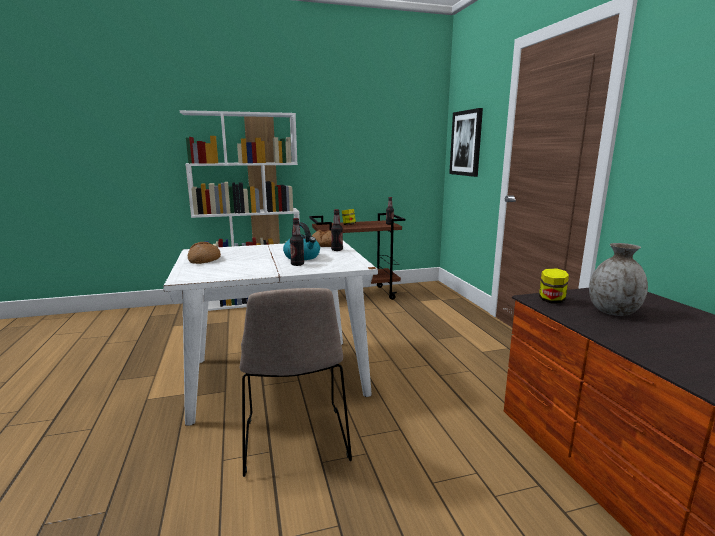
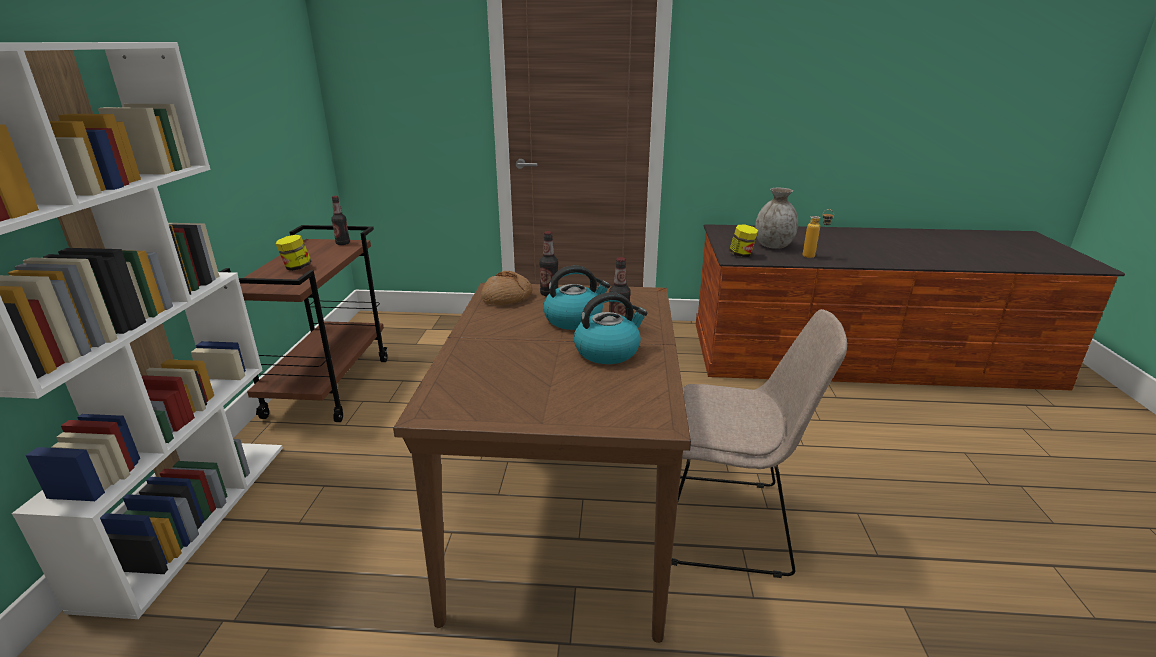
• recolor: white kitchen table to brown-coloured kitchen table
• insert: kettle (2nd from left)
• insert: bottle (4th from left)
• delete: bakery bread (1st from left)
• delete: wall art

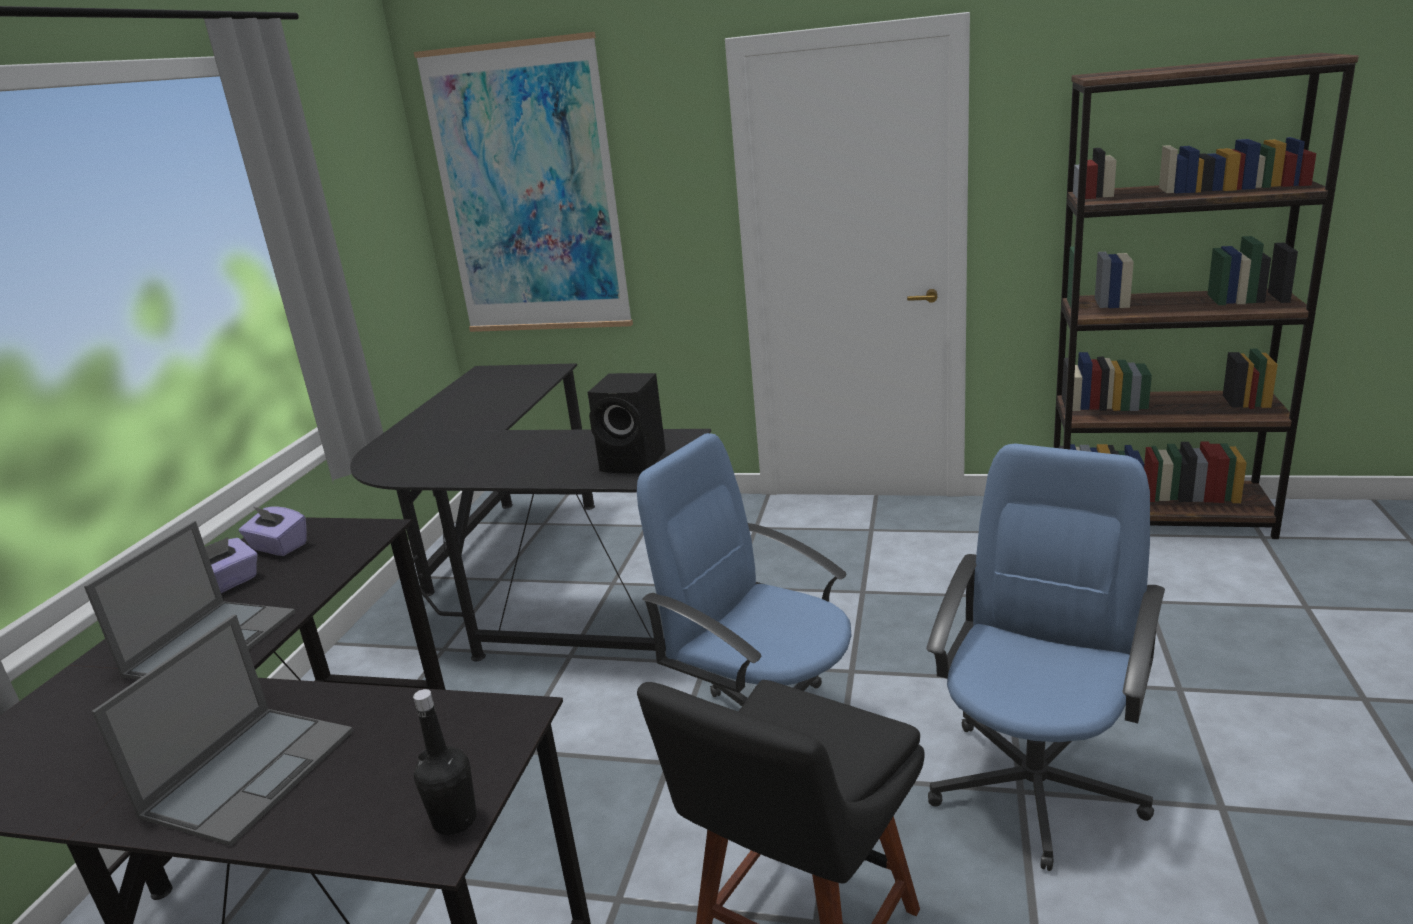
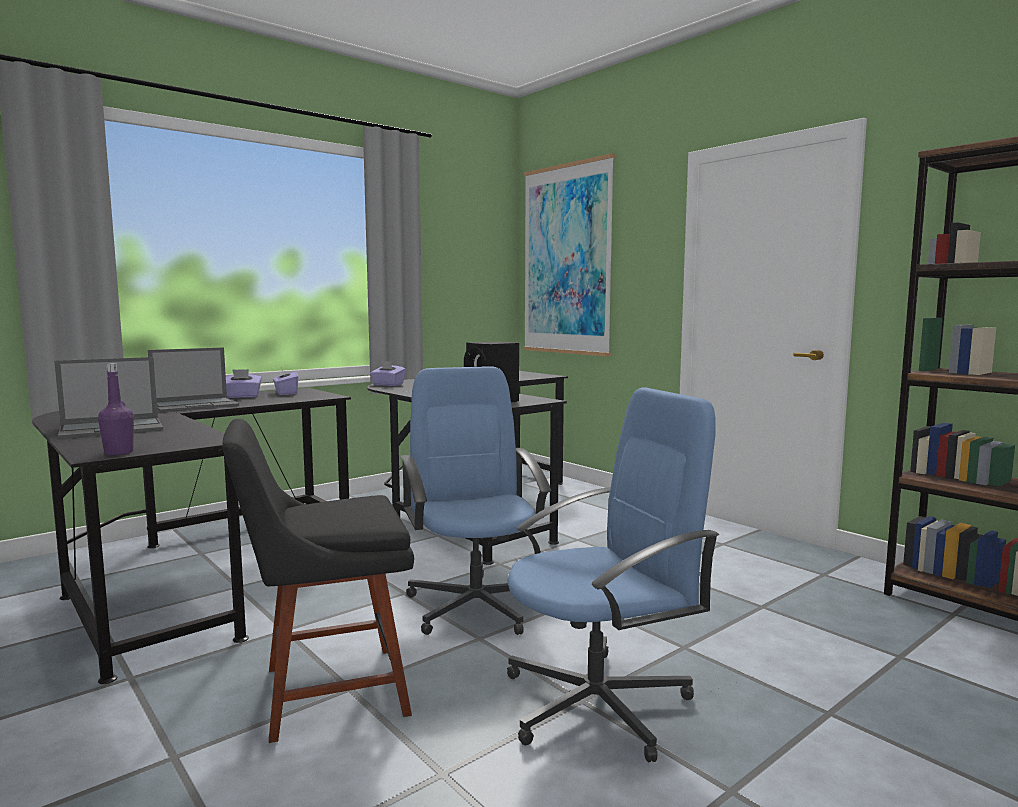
• recolor: black-coloured bottle to purplish bottle
• insert: purplish tissue box (3rd from left)

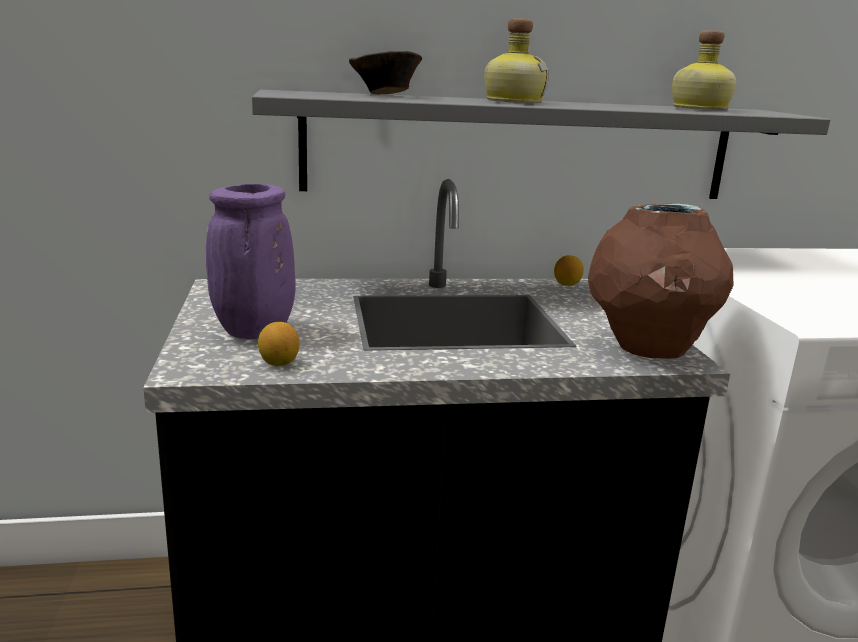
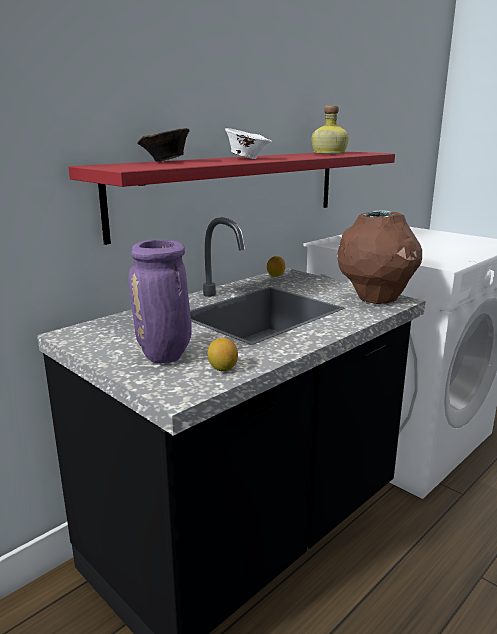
• recolor: greyish shelf to reddish shelf
• replace: bottle (1st from left) to white deep dish

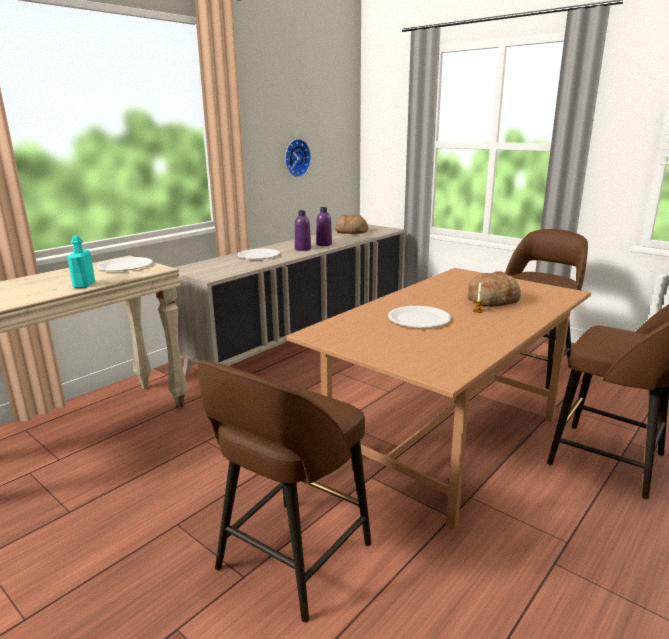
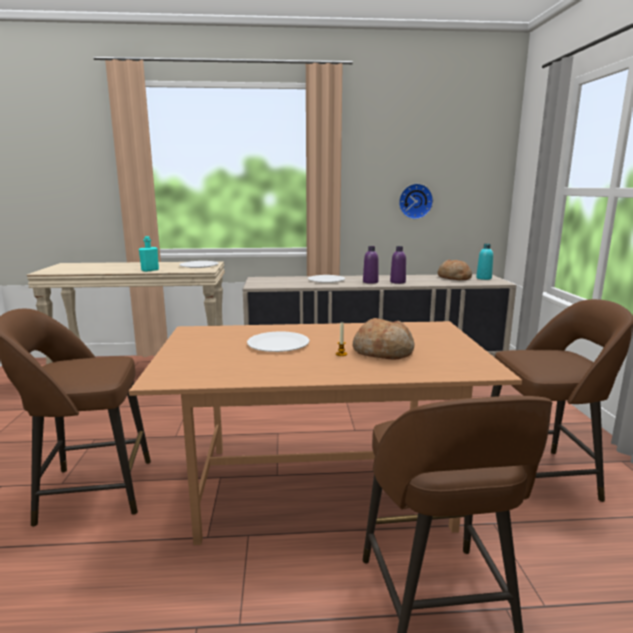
• insert: turquoise bottle (2nd from left)

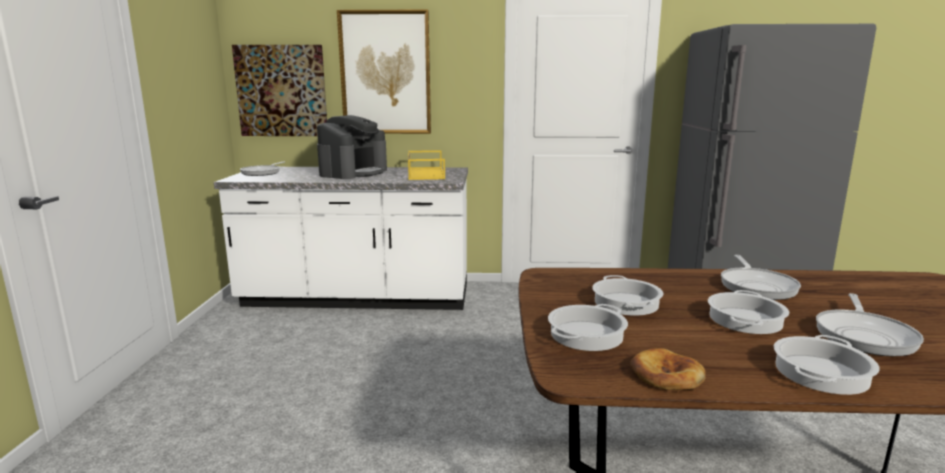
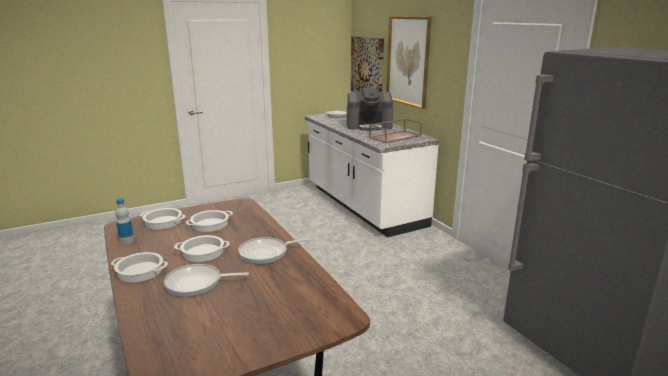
• replace: bakery bread to bottle
• recolor: yellowish tray to brown-coloured tray

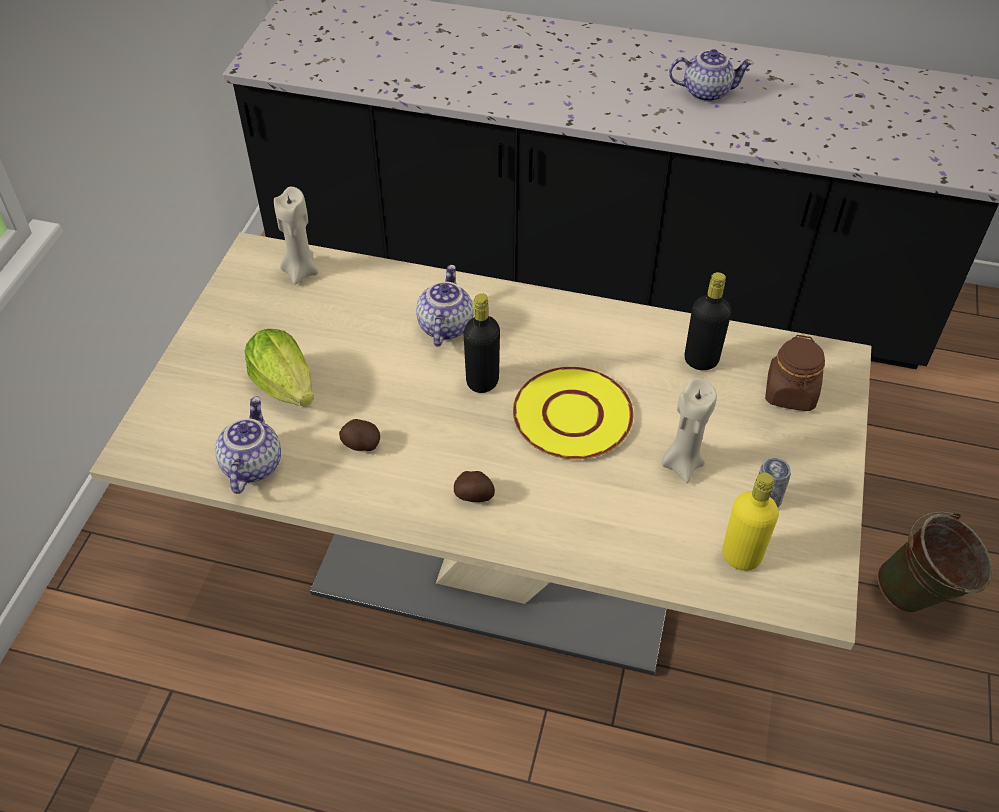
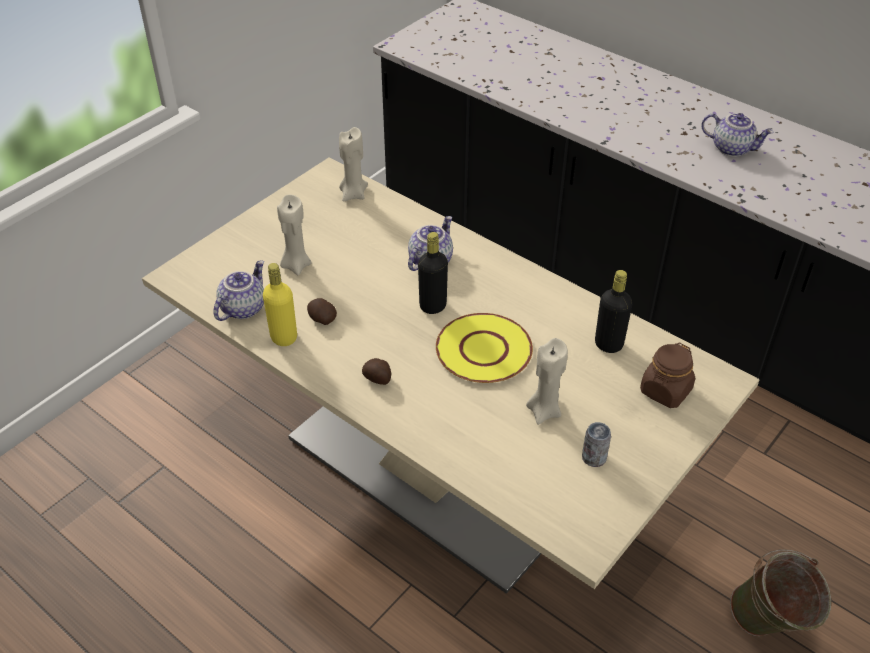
• move: yellowish bottle
• replace: lettuce to beige wax candle (1st from left)

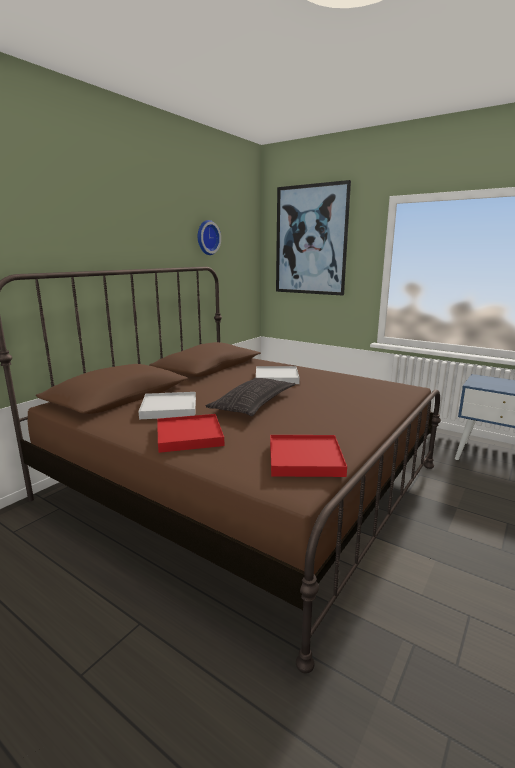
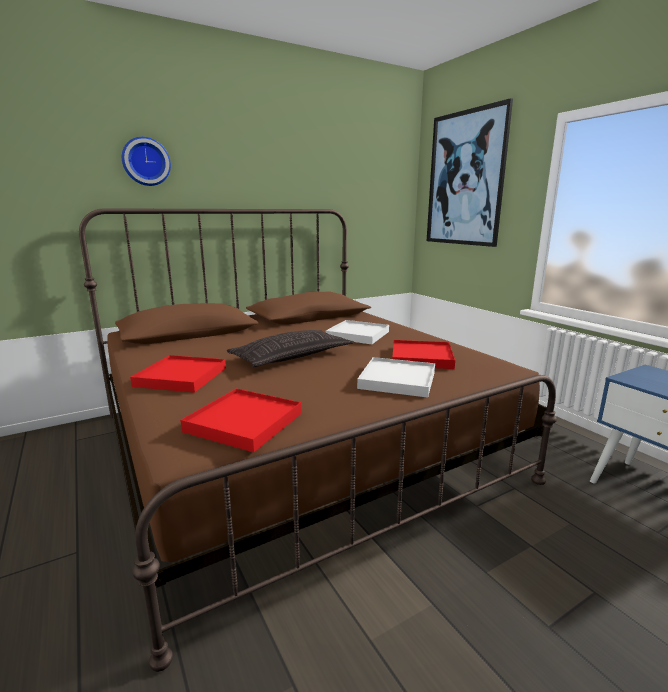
• move: clock on the wall
• move: white tray (1st from left in the first image) to white tray (2nd from left)
• insert: reddish tray (3rd from left)

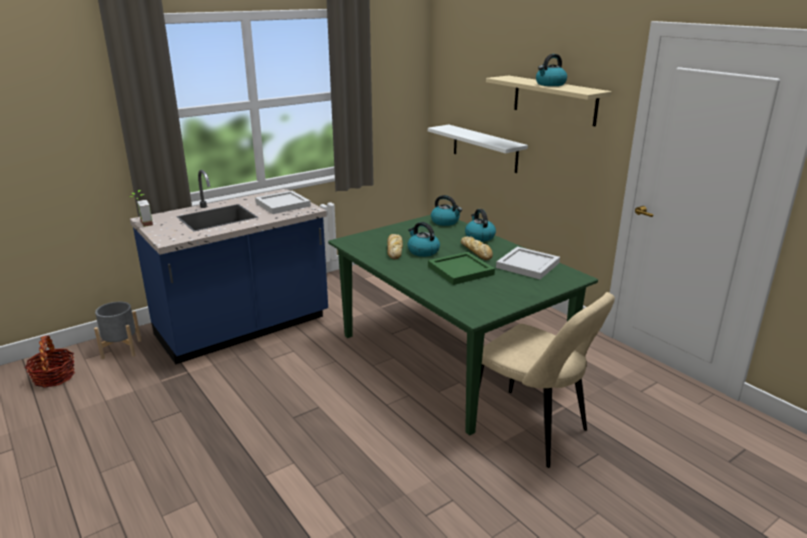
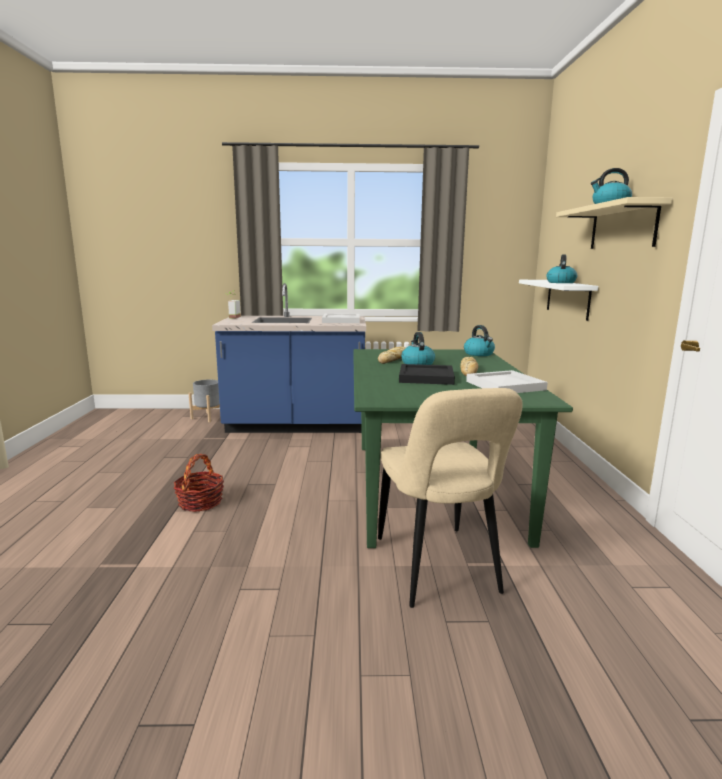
• move: basket
• recolor: greenish tray to black-coloured tray
• move: kettle (3rd from left)

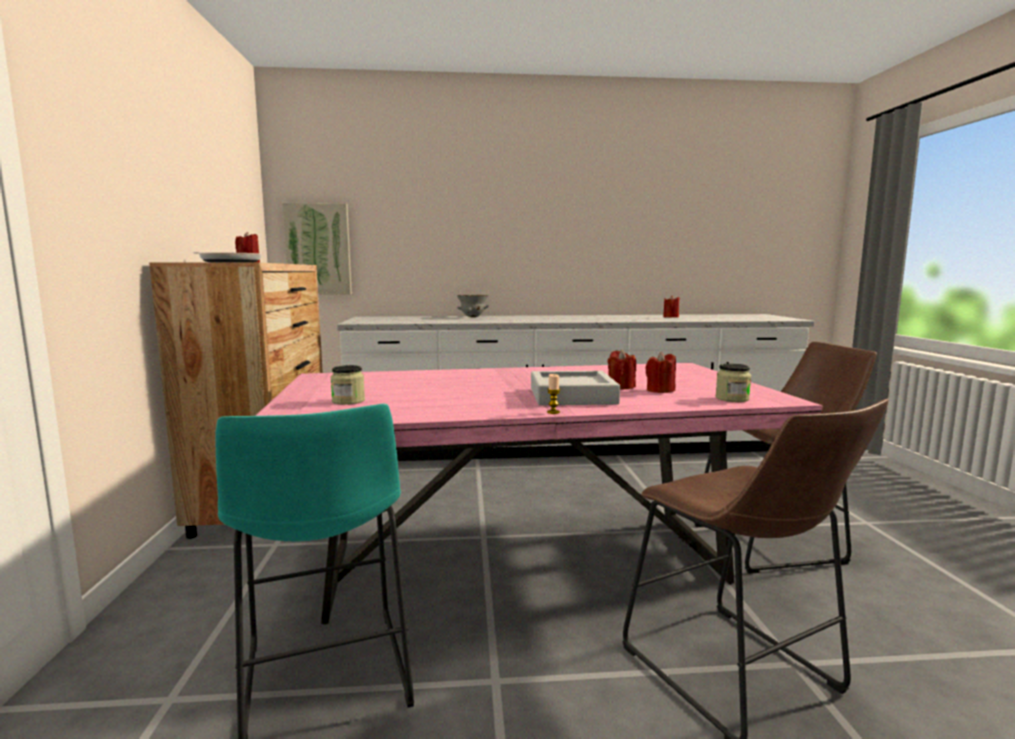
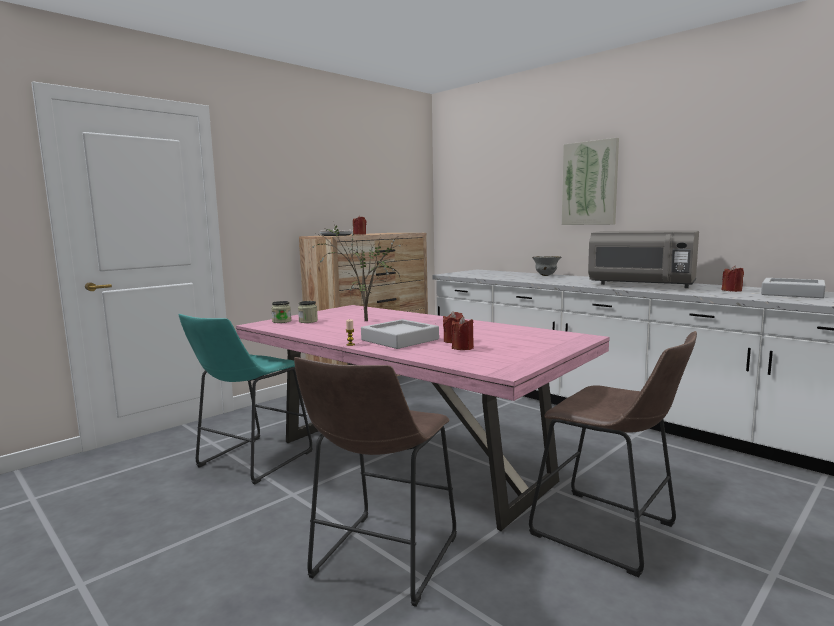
• move: storage jar (2nd from left in the first image) to storage jar (1st from left)
• insert: houseplant
• move: wall art
• insert: greyish microwave oven
• insert: greyish tray (2nd from left)

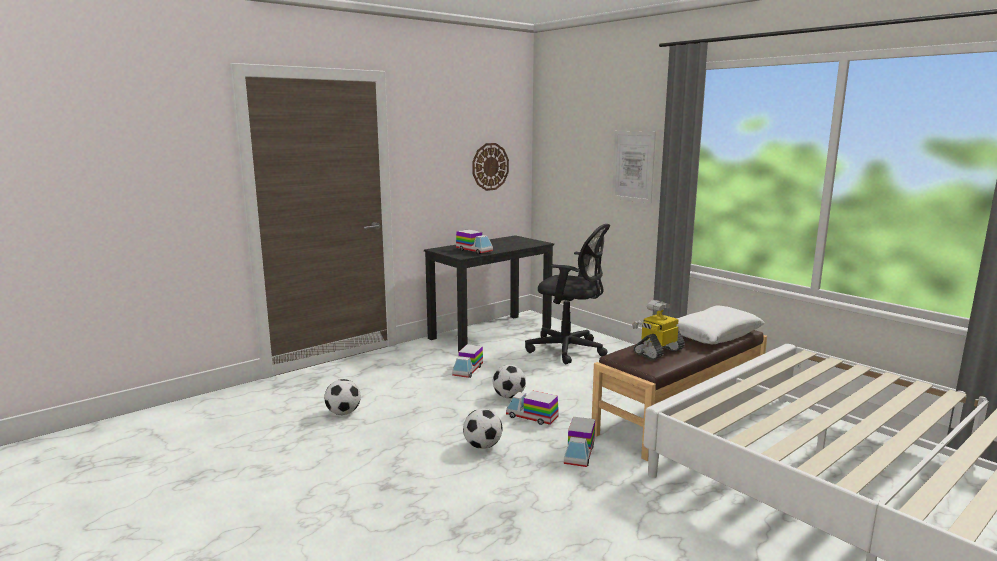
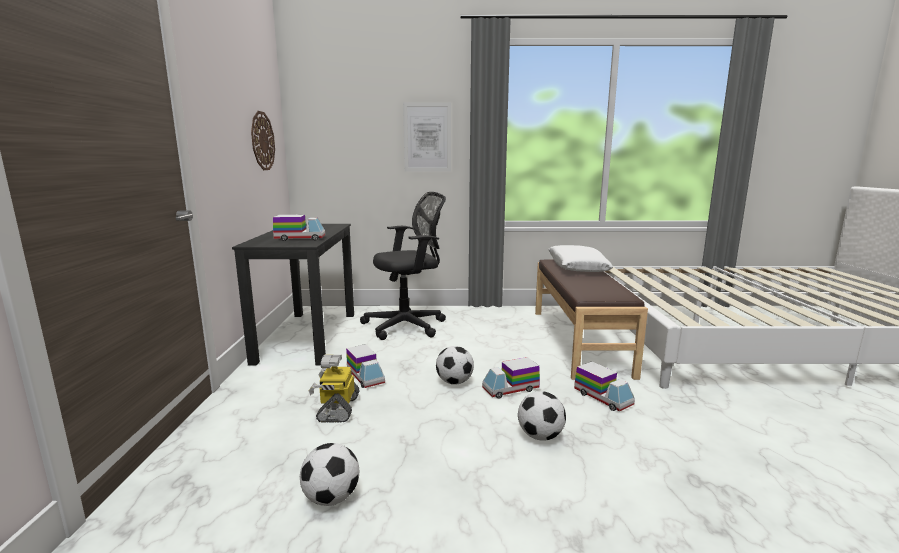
• move: robot figure

